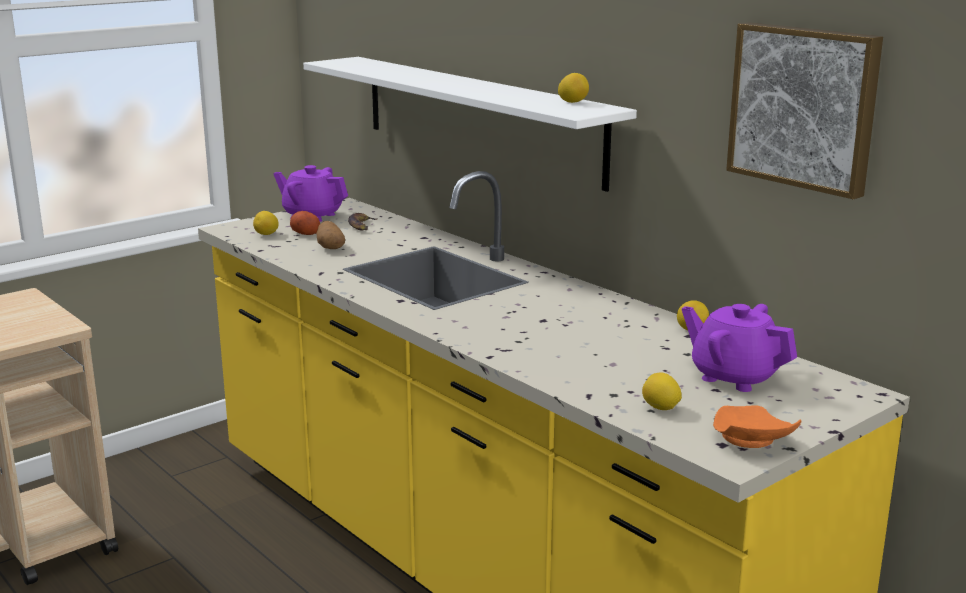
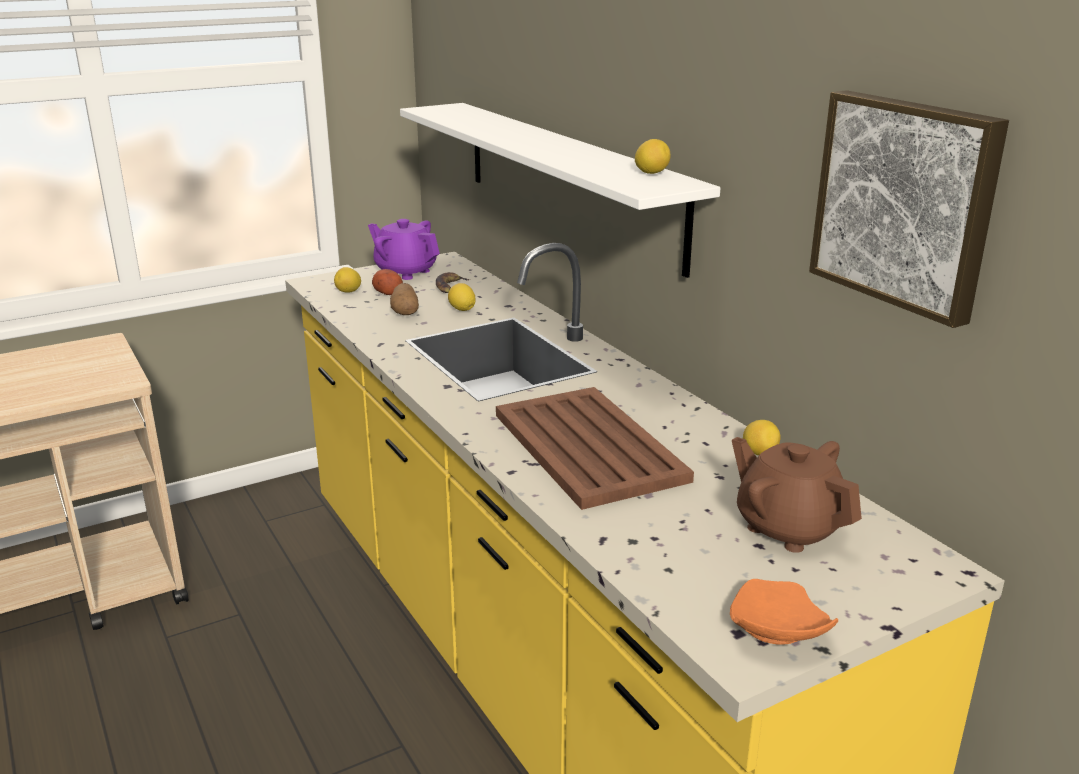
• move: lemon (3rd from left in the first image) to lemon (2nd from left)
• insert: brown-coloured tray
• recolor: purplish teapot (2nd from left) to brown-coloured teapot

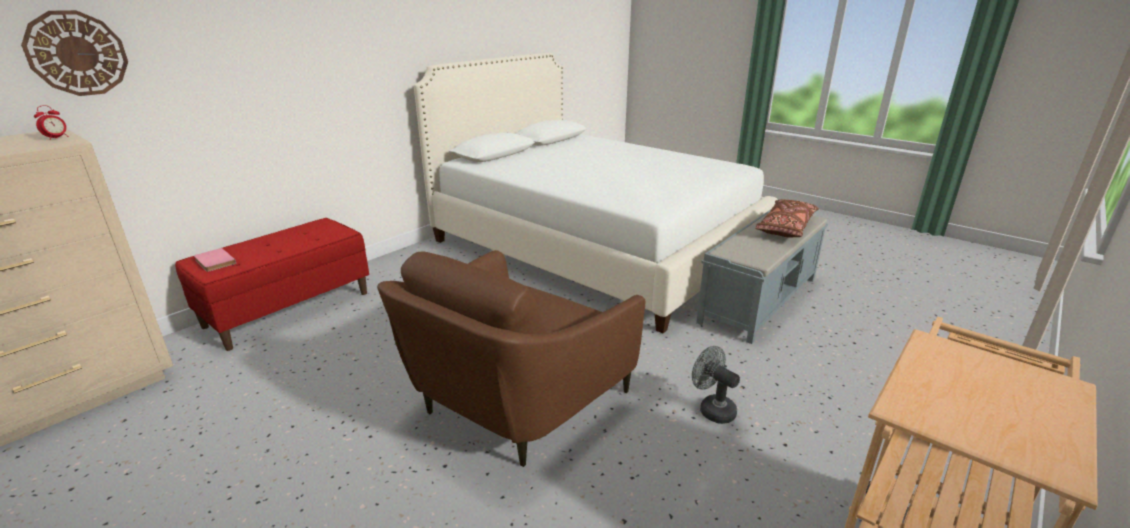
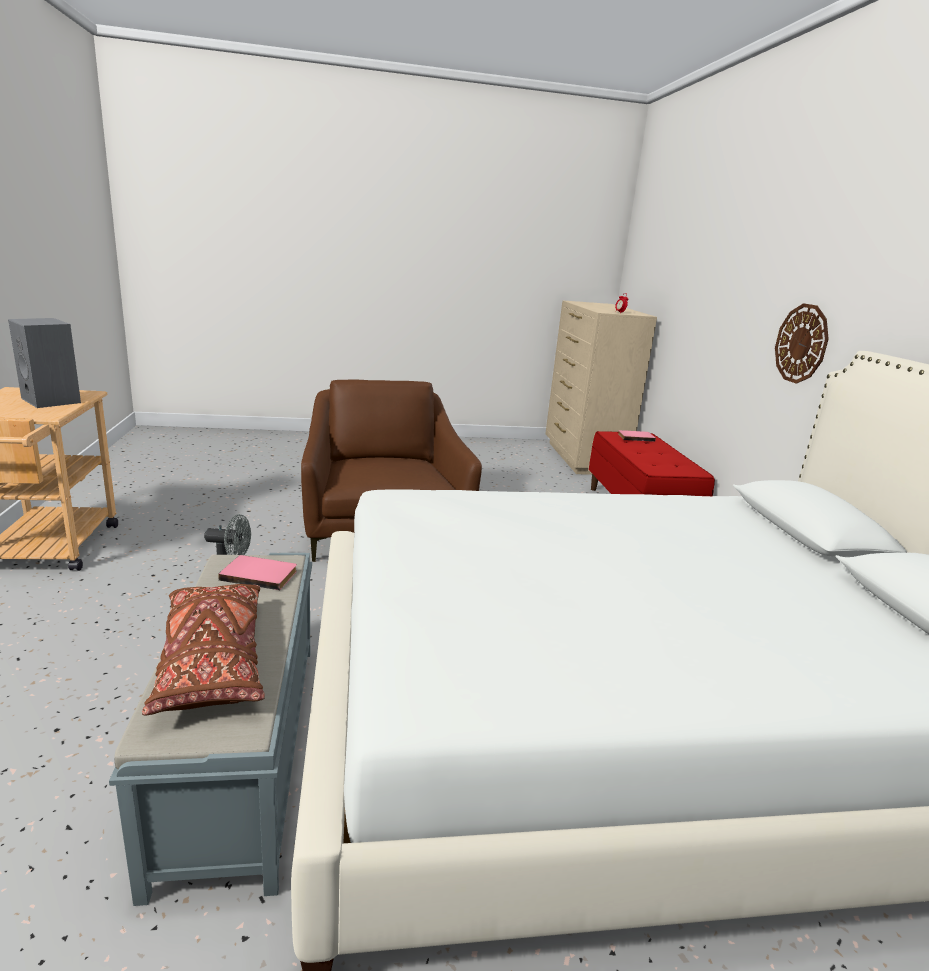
• insert: greyish loudspeaker
• insert: pink-coloured volume (1st from left)
• move: clock on the wall

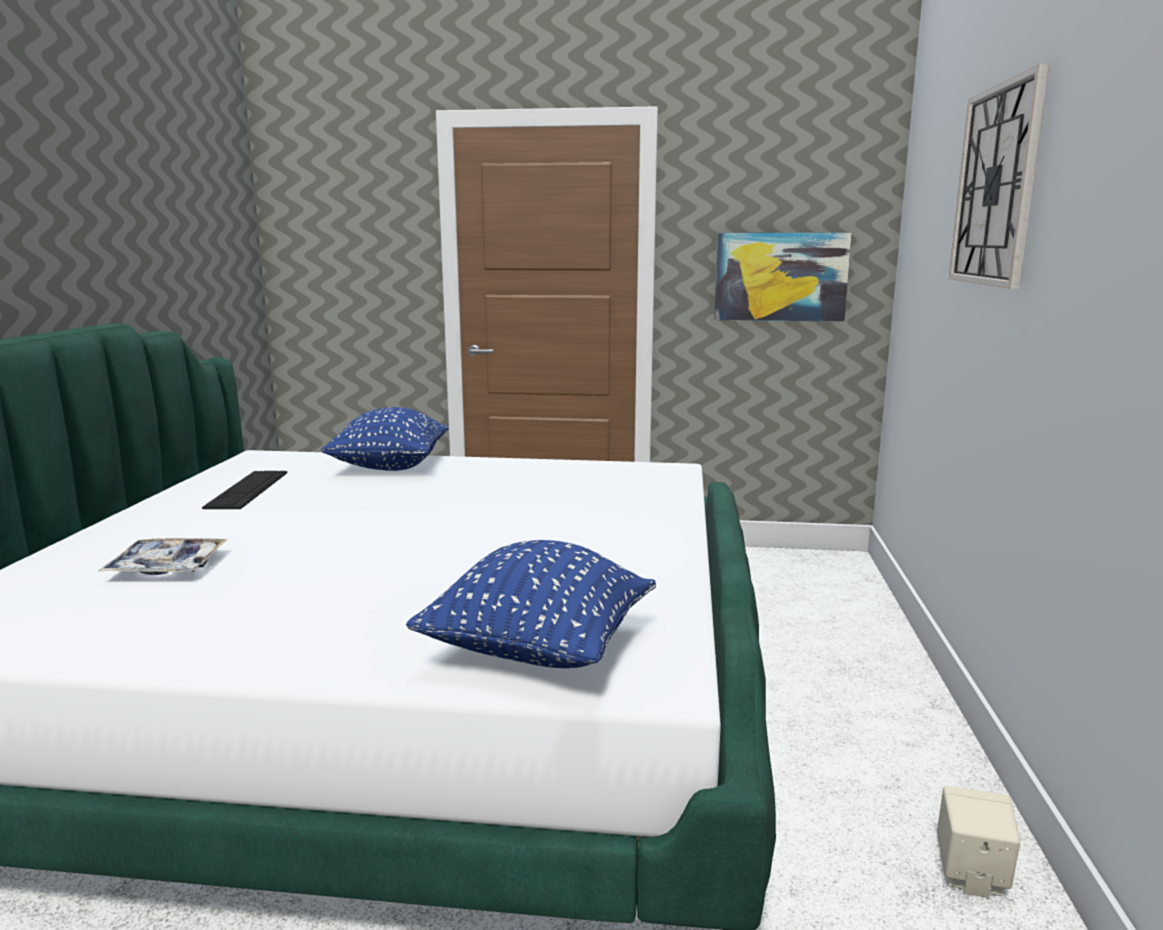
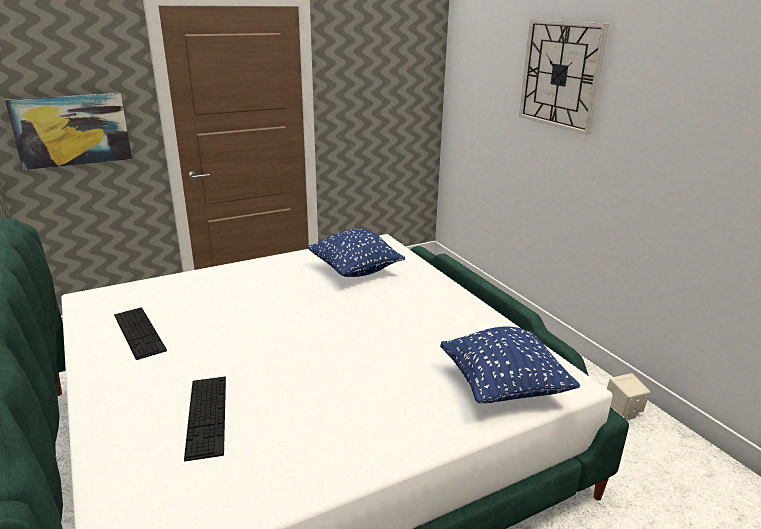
• move: wall art
• replace: tray to keyboard (2nd from left)
• move: blue pillow (1st from left)

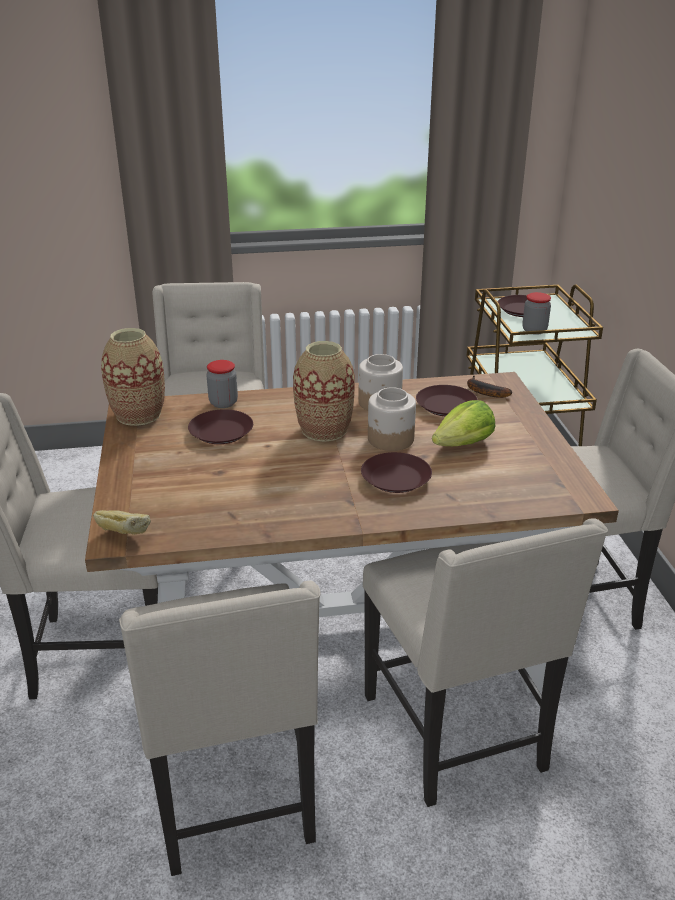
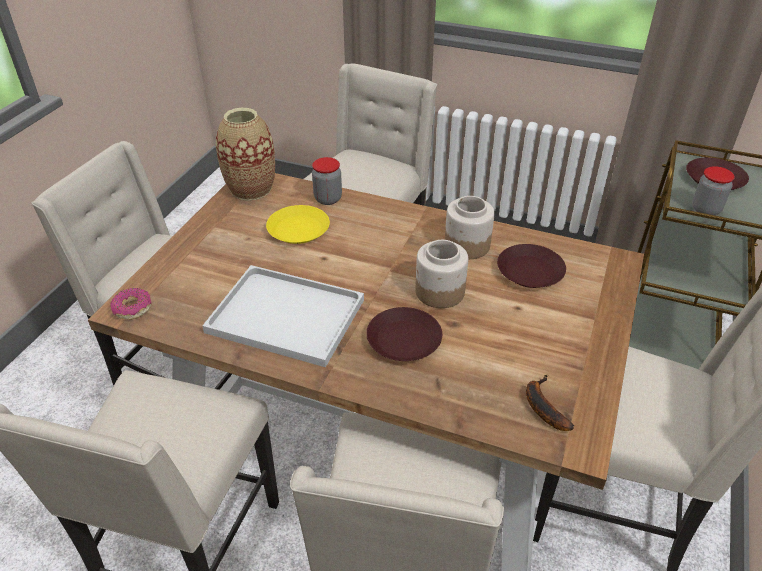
• replace: bakery bread to doughnut
• insert: white tray
• recolor: brown-coloured dinner plate (1st from left) to yellowish dinner plate
• move: banana
• delete: flower vase (2nd from left)
• delete: lettuce

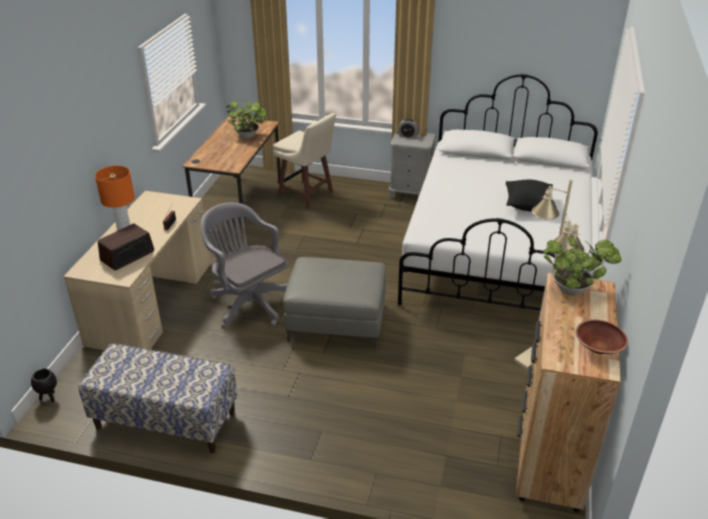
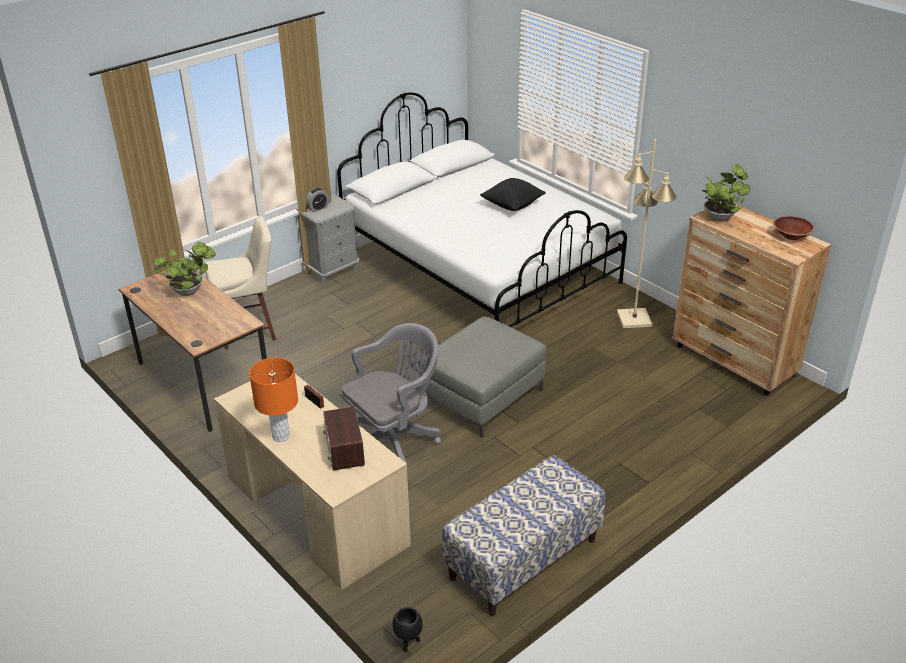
• rotate: greyish desk chair 150 degrees clockwise

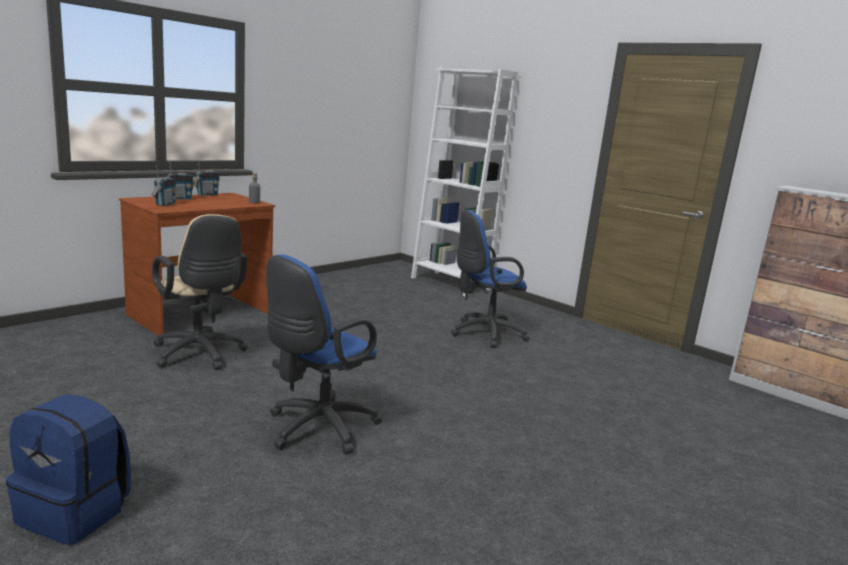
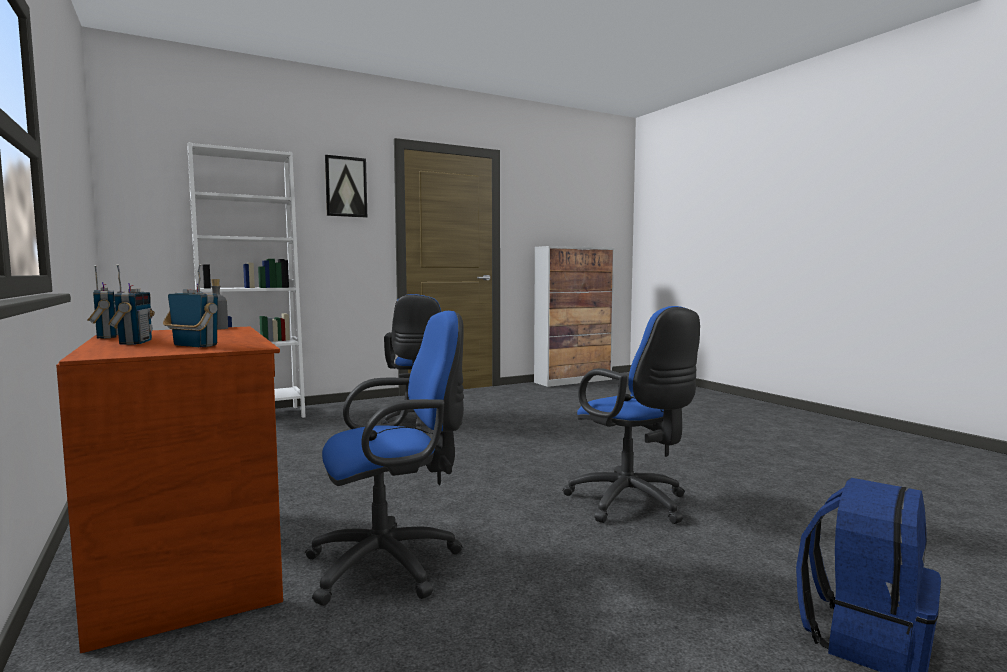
• recolor: beige desk chair to blue desk chair (1st from left)
• insert: wall art

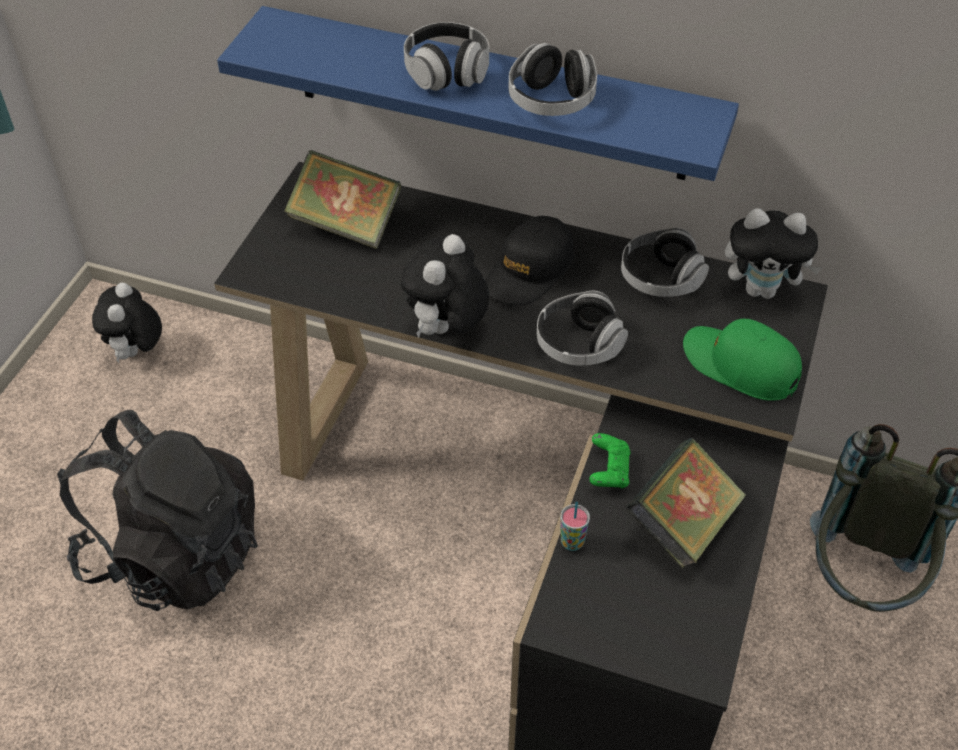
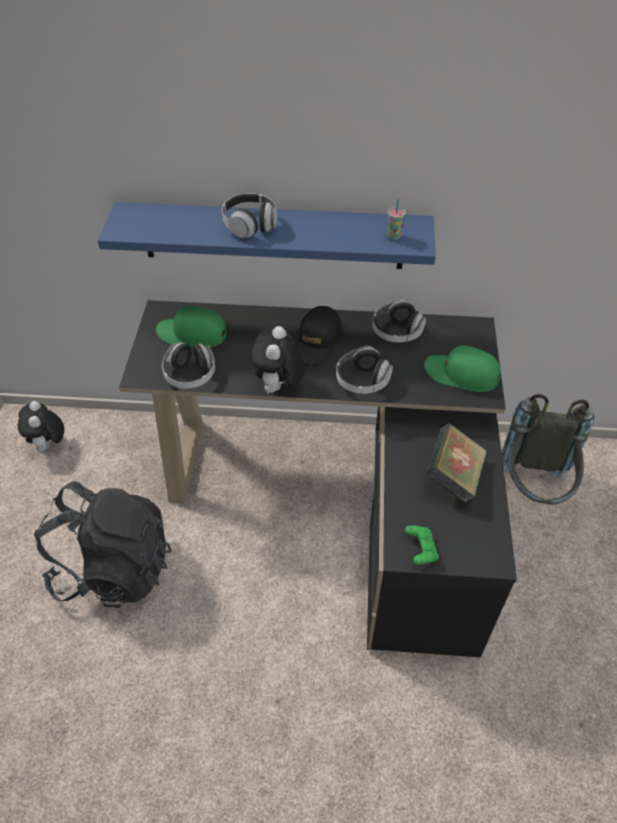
• replace: volume (1st from left) to greenish baseball cap (1st from left)
• move: headphones (2nd from left in the first image) to headphones (1st from left)
• move: cup
• move: greenish gamepad
• delete: soft toy (3rd from left)

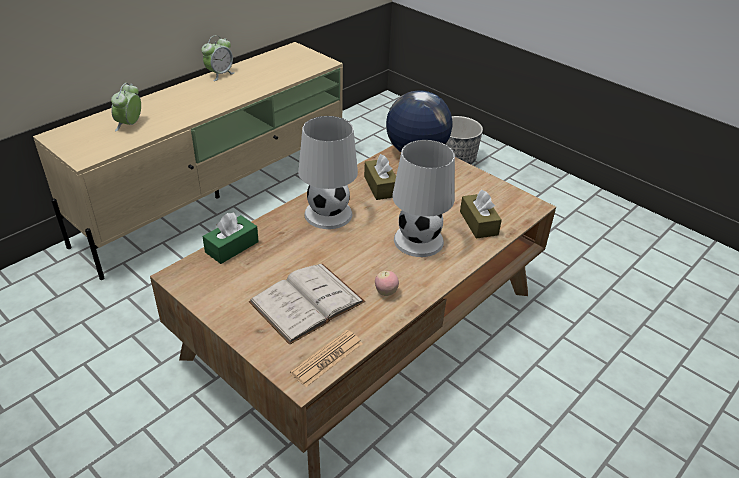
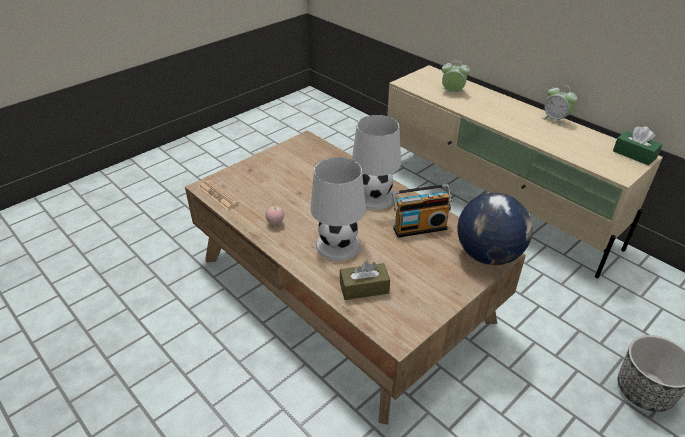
• replace: brown-coloured tissue box (1st from left) to radio set
• move: greenish tissue box
• delete: white volume

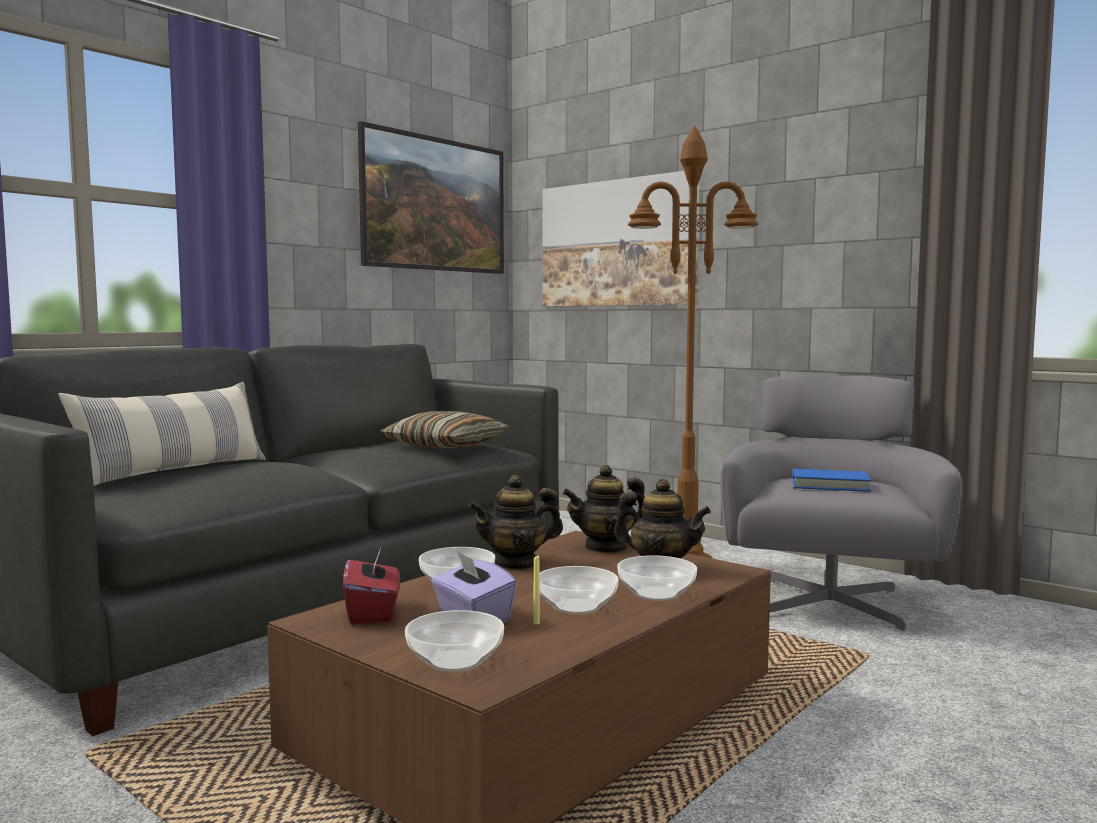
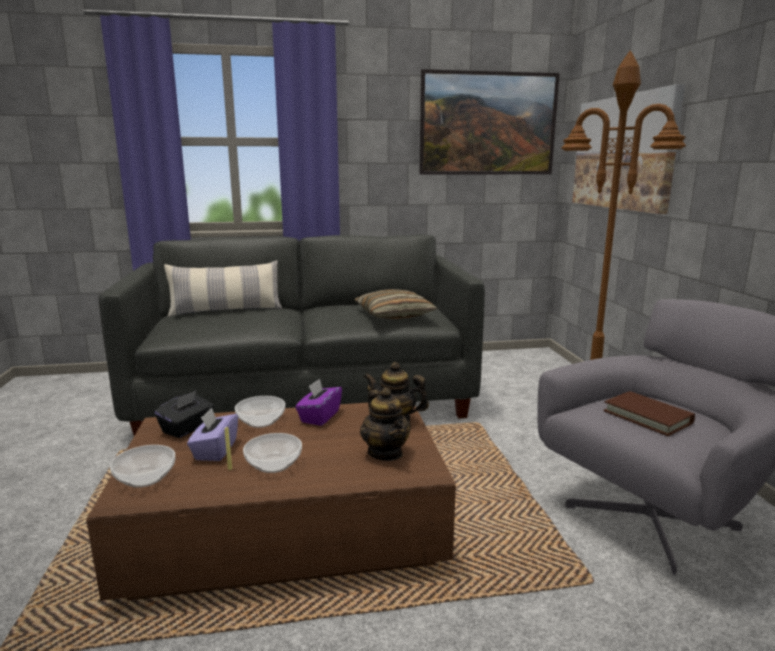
• recolor: reddish tissue box to black-coloured tissue box
• replace: teapot (1st from left) to purplish tissue box (2nd from left)
• recolor: blue volume to brown-coloured volume
• delete: deep dish (4th from left)

